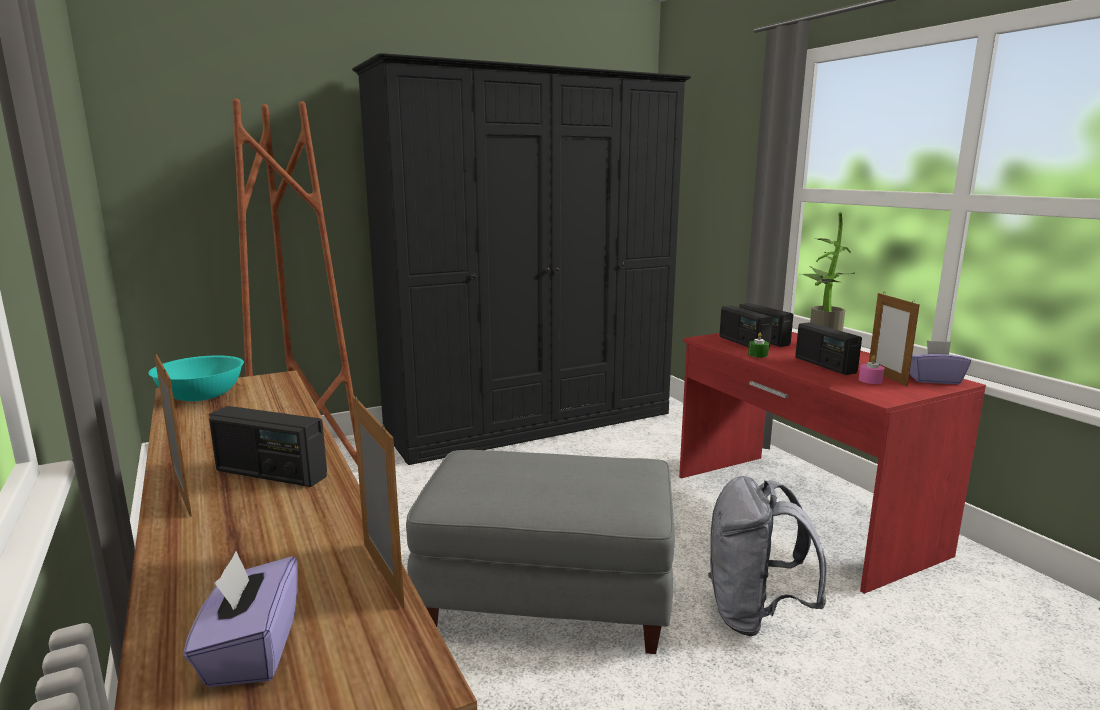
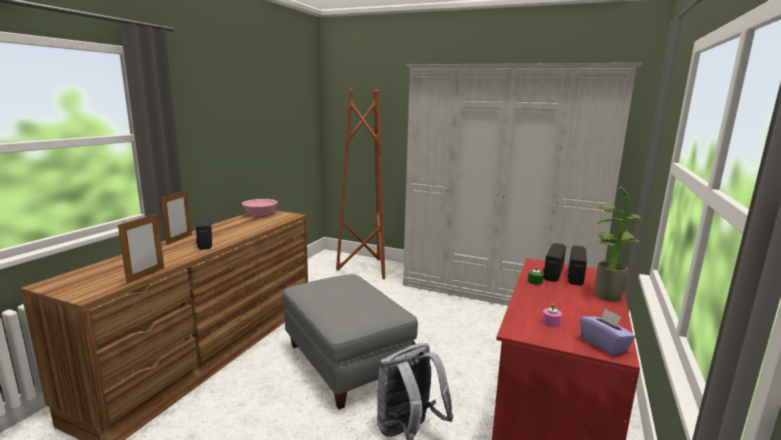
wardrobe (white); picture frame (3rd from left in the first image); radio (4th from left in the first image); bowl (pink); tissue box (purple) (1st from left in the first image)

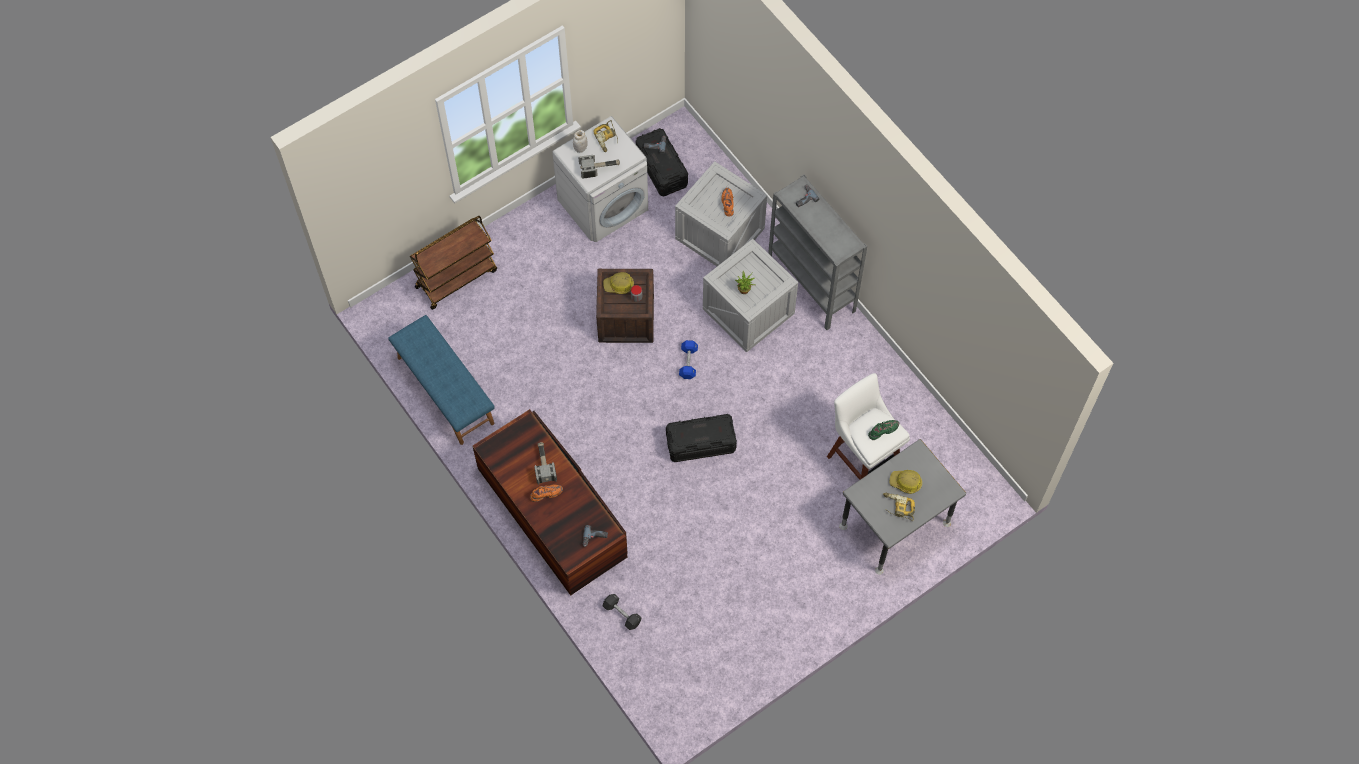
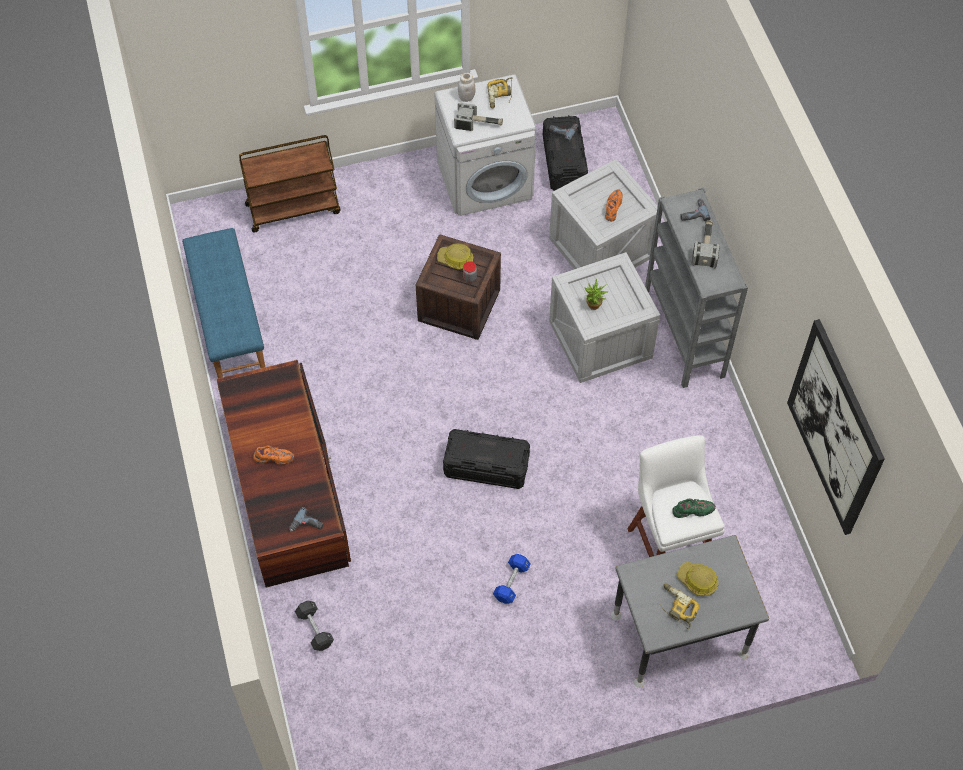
dumbbell (blue); hammer (2nd from left); picture

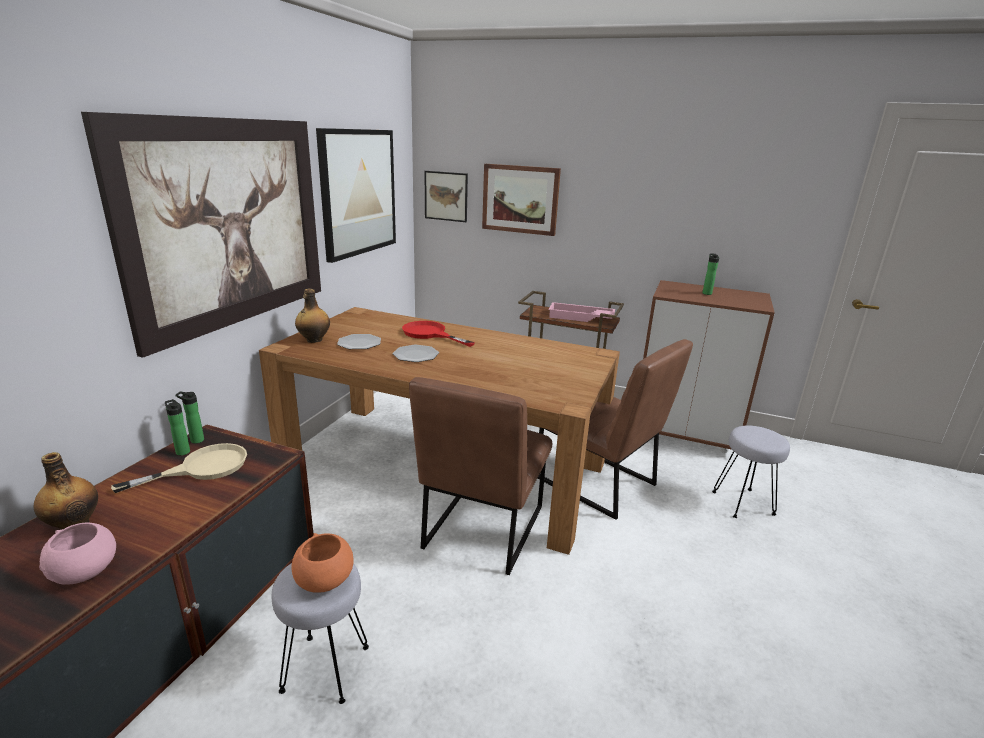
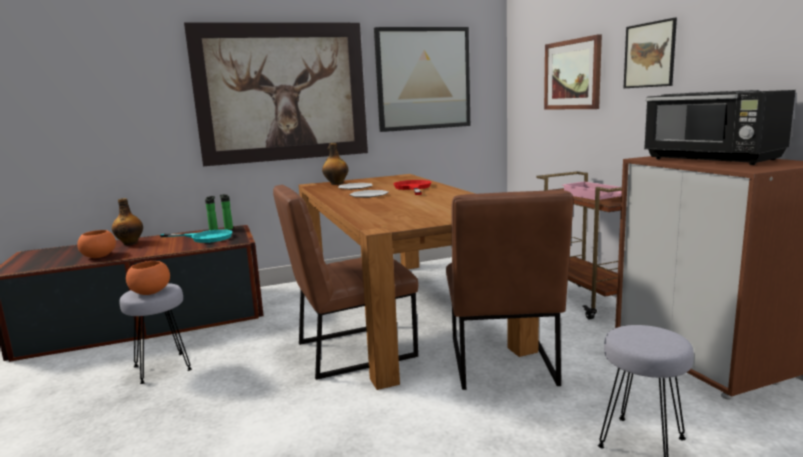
picture (4th from left); microwave (black); frying pan (turquoise); bowl (orange) (1st from left)

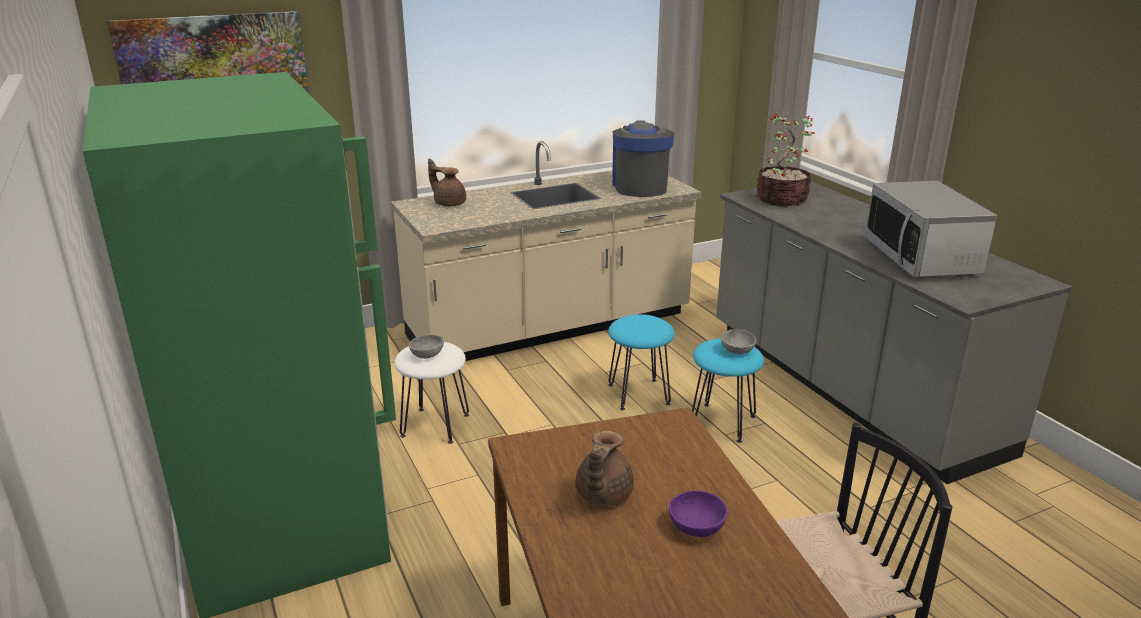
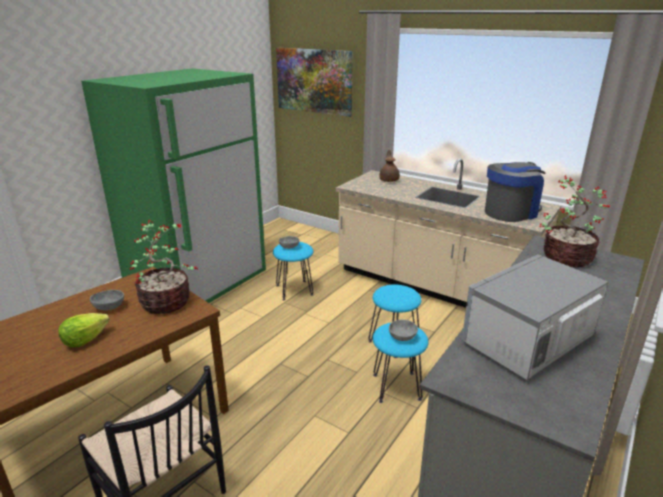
stool (turquoise) (1st from left); bowl (grey) (1st from left); lettuce; potted plant (1st from left)

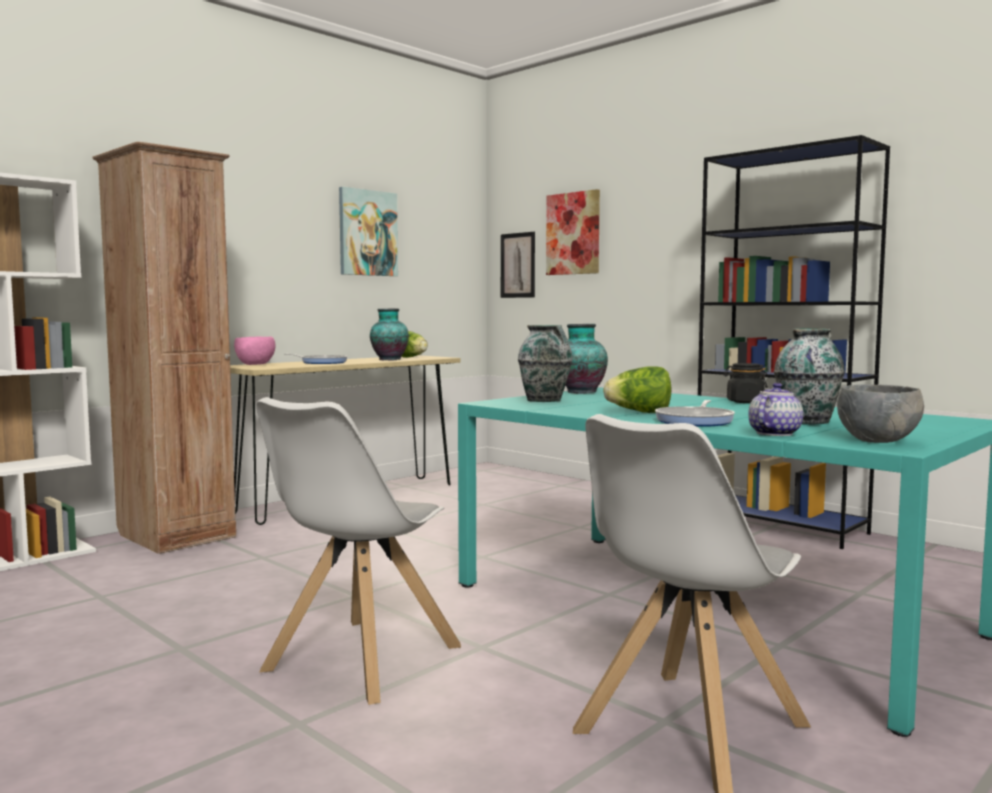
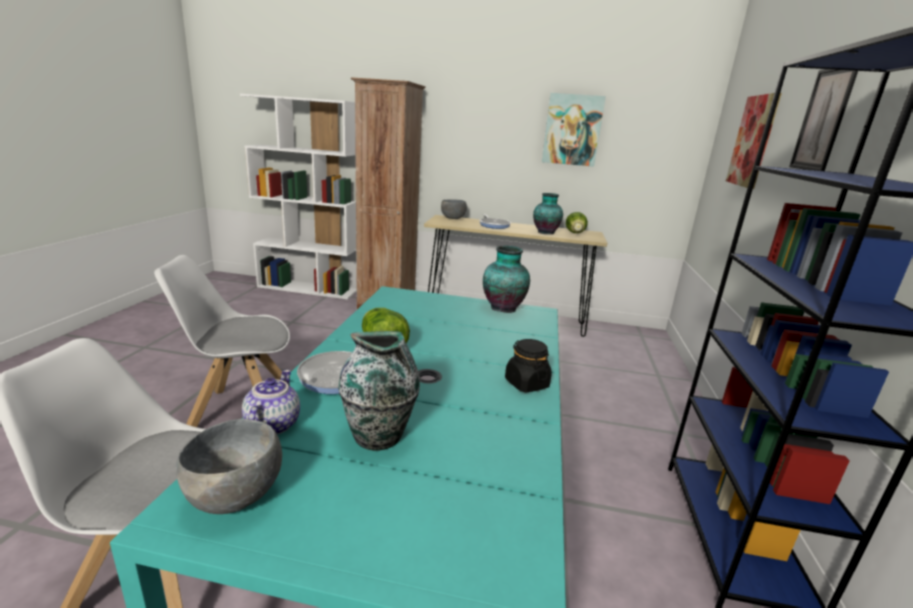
picture (3rd from left); vase (2nd from left in the first image); bowl (grey) (2nd from left); teapot

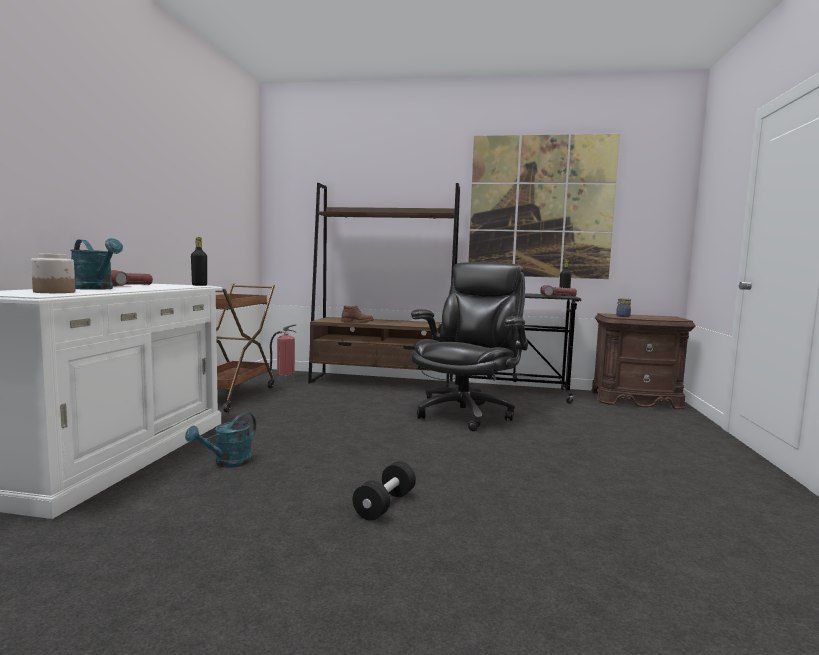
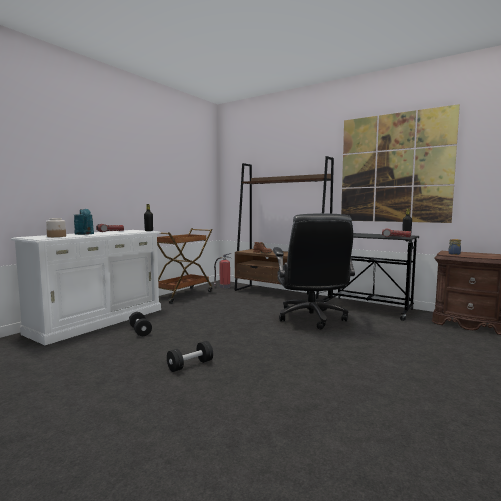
office chair (black); dumbbell (black) (1st from left)

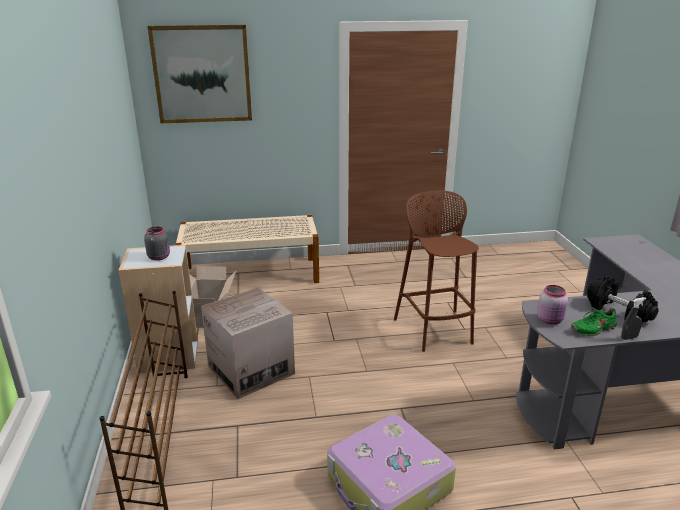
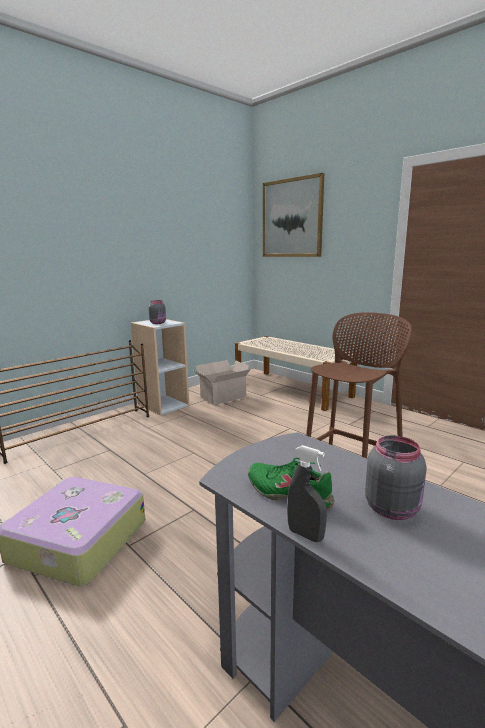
jar (grey) (2nd from left); jar (pink); cardboard box (2nd from left in the first image)

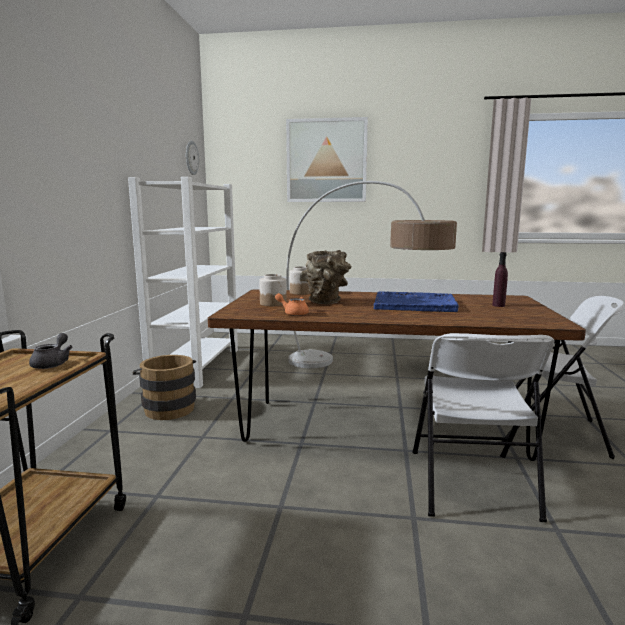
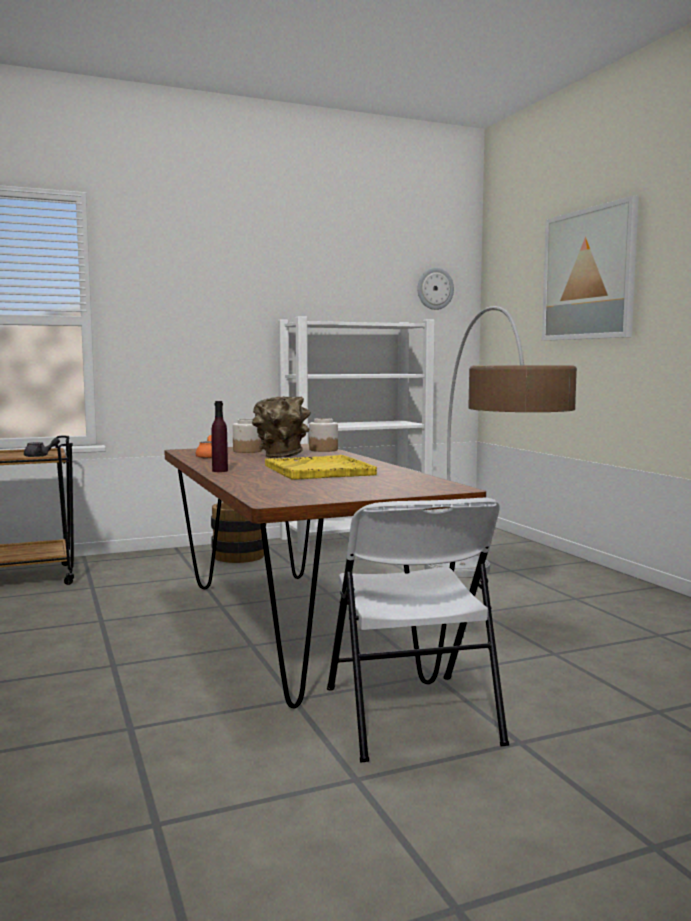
bottle (purple); tray (yellow); chair (white) (1st from left in the first image)

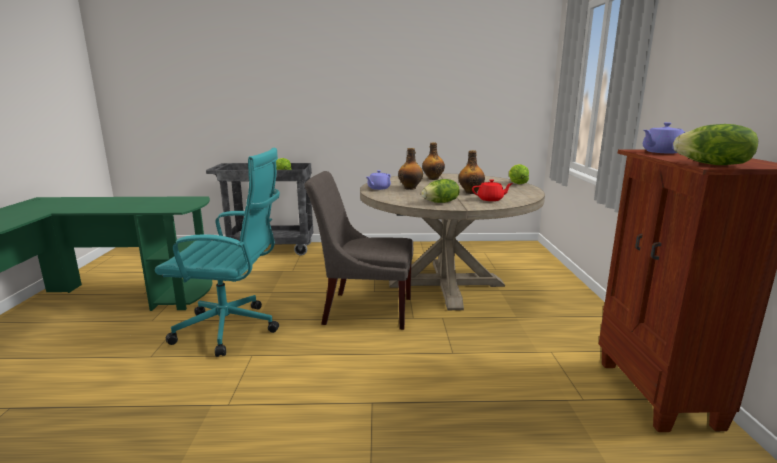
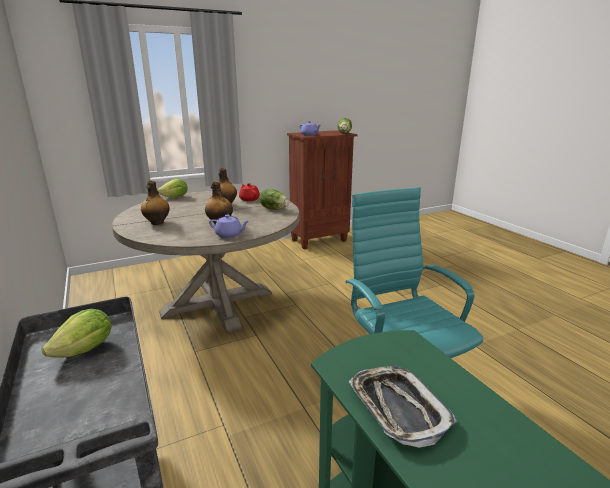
chair (grey); tray

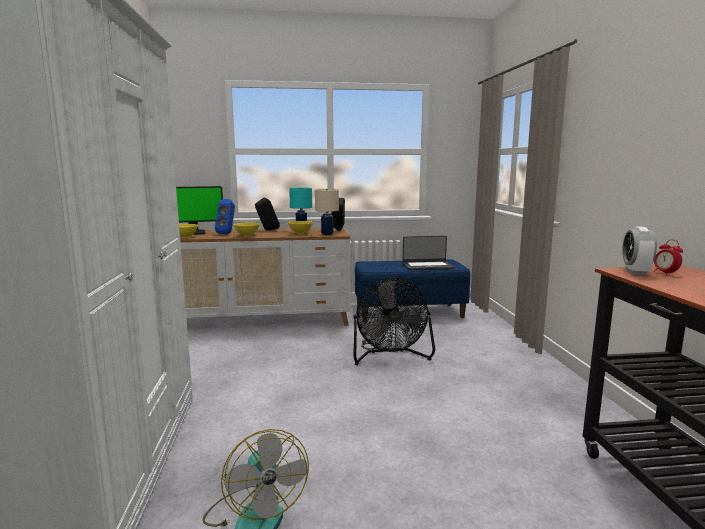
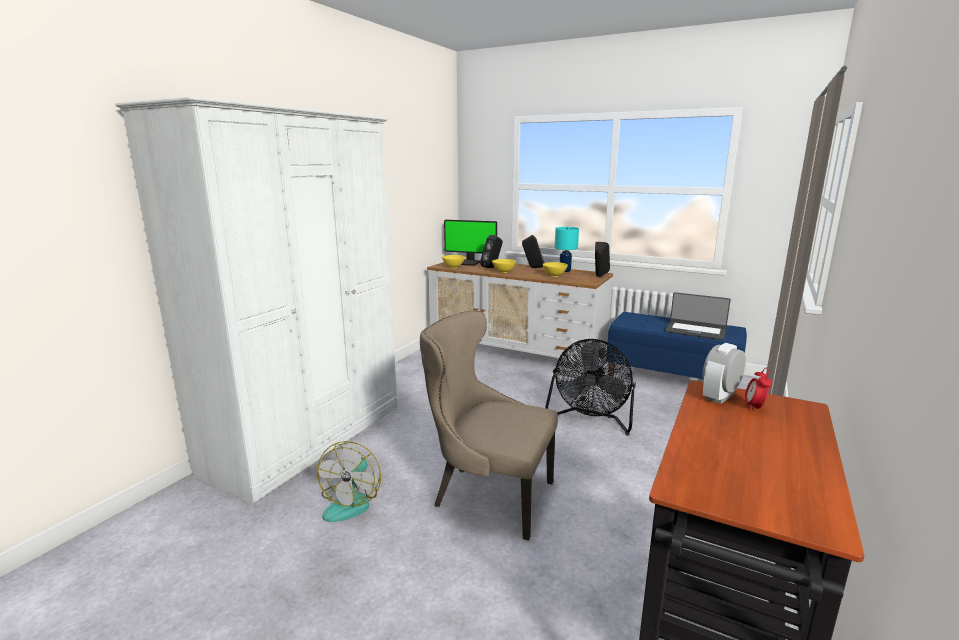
table lamp (beige); speaker (black) (1st from left); chair (beige)

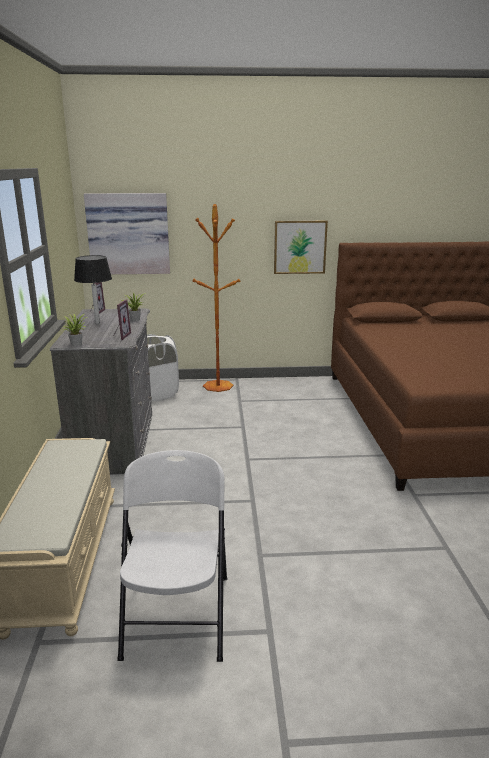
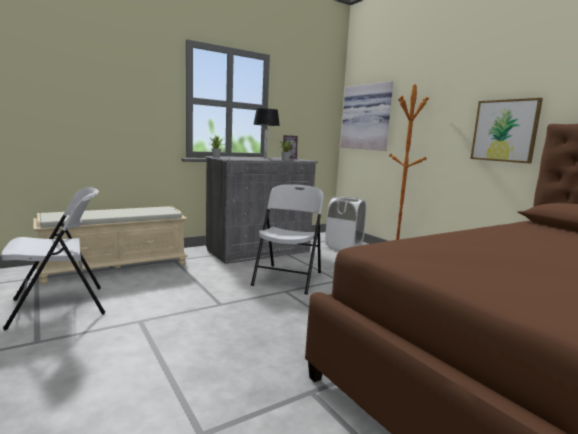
picture frame (2nd from left in the first image); chair (white) (2nd from left)

